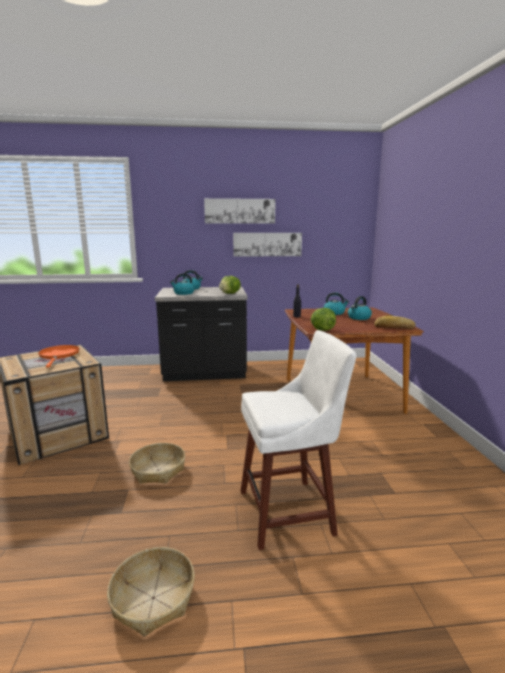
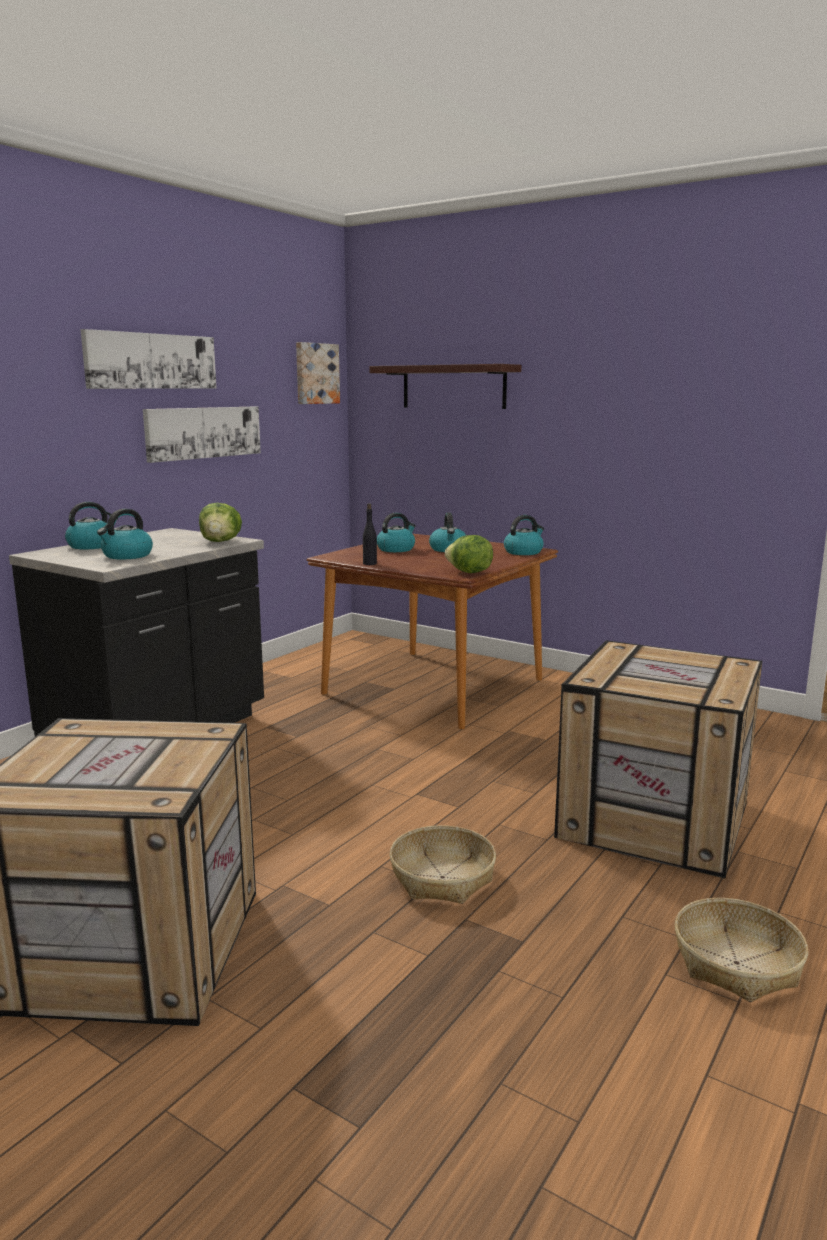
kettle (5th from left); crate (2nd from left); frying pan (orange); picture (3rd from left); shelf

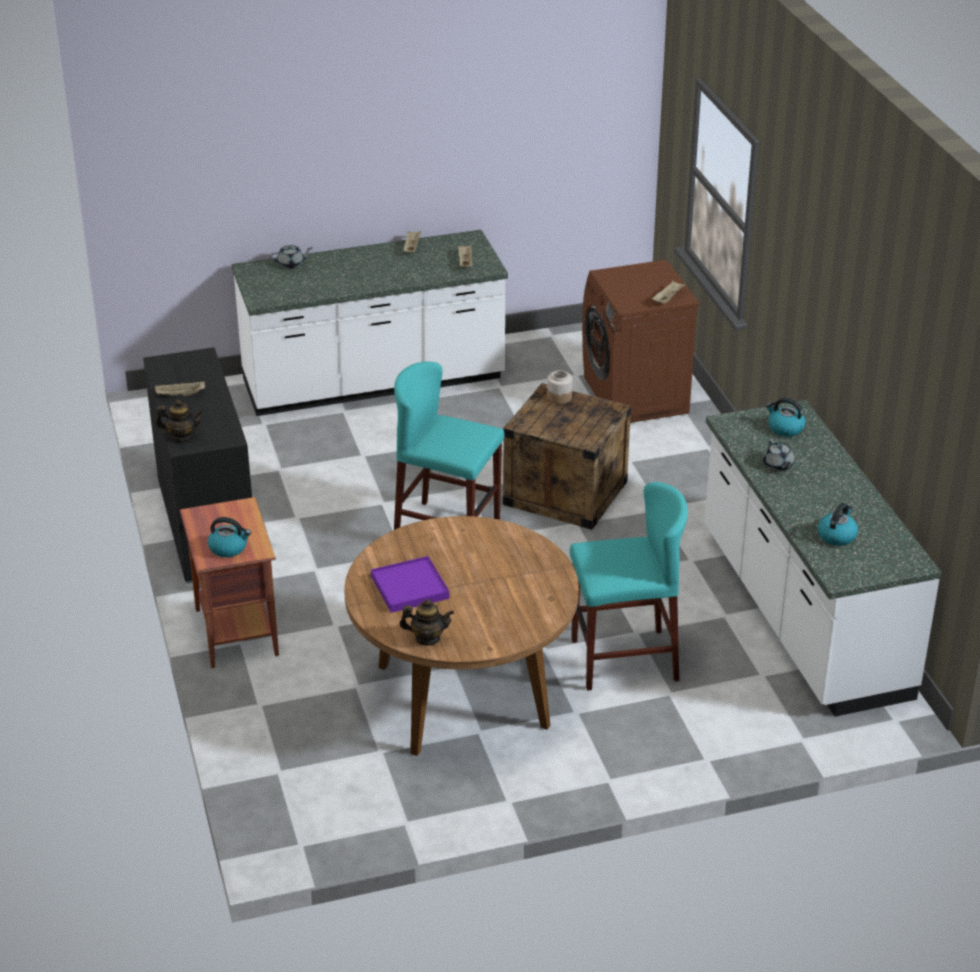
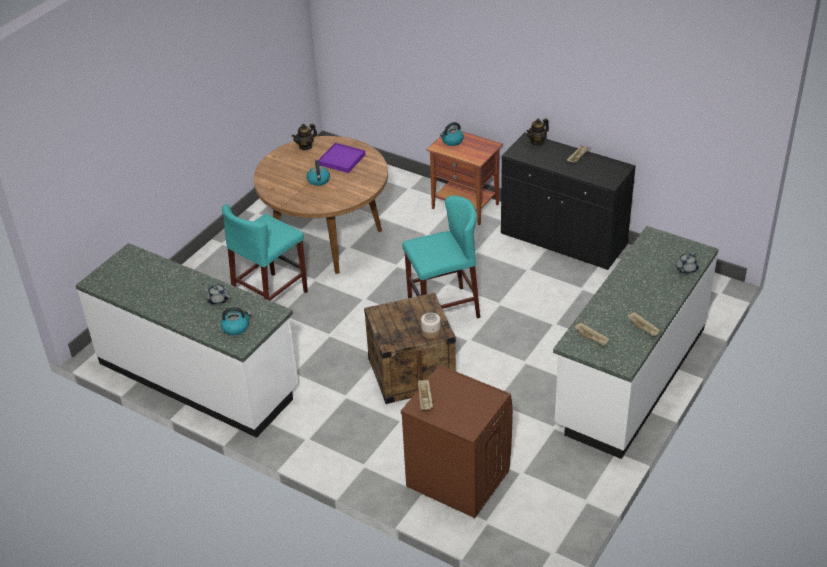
kettle (2nd from left)

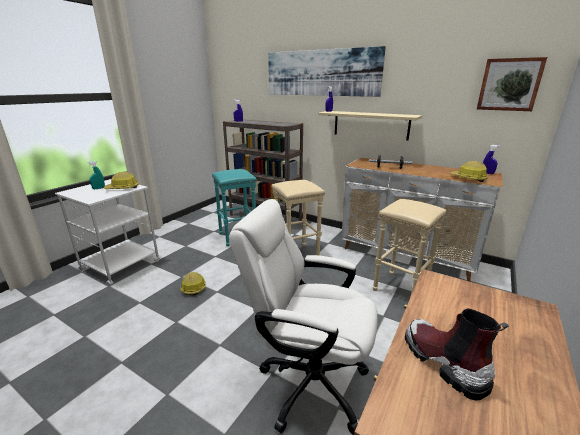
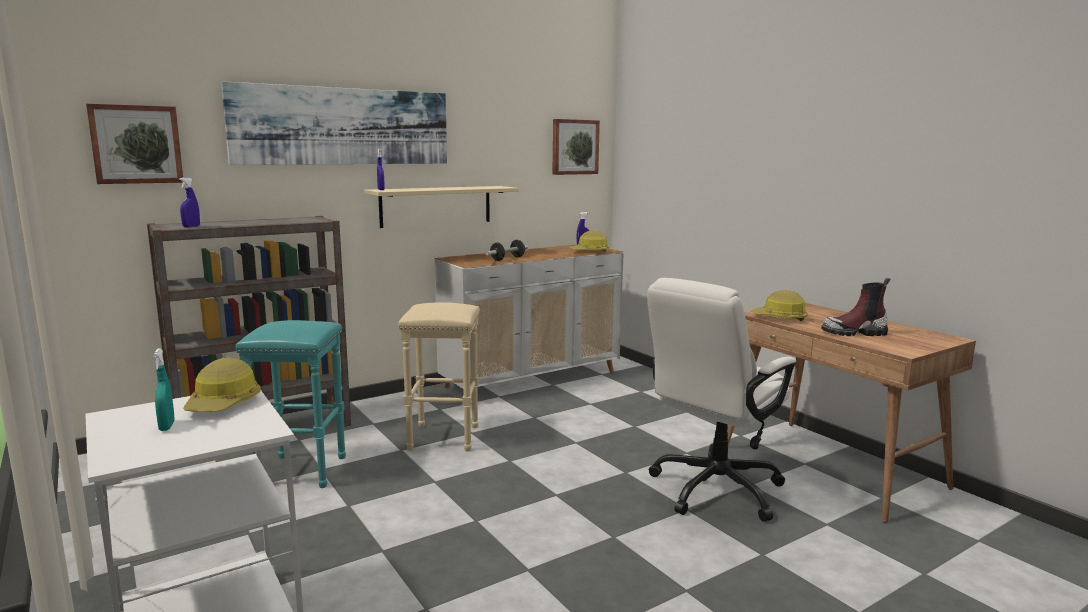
stool (beige) (2nd from left in the first image); hard hat (3rd from left); picture (1st from left)

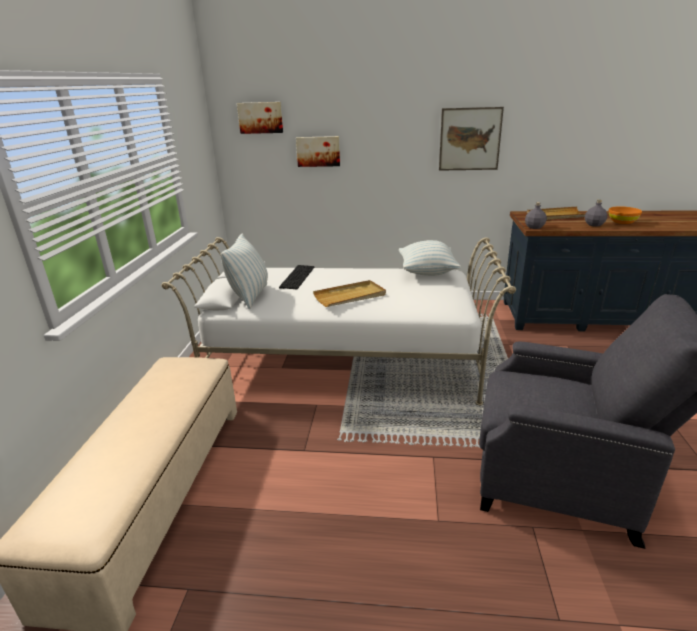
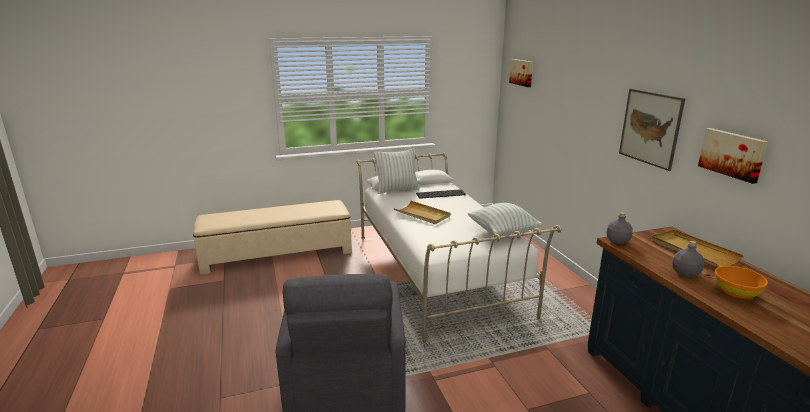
picture (3rd from left)

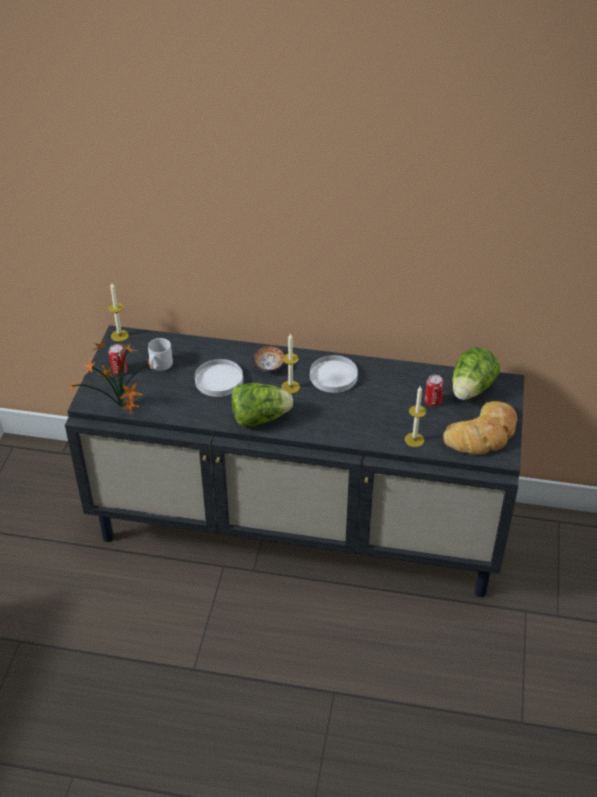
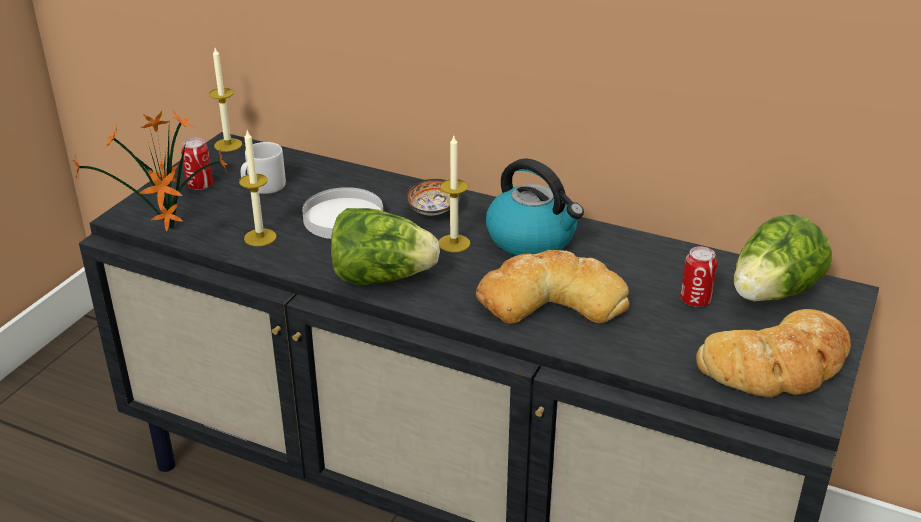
kettle; candle (2nd from left); bread (1st from left)

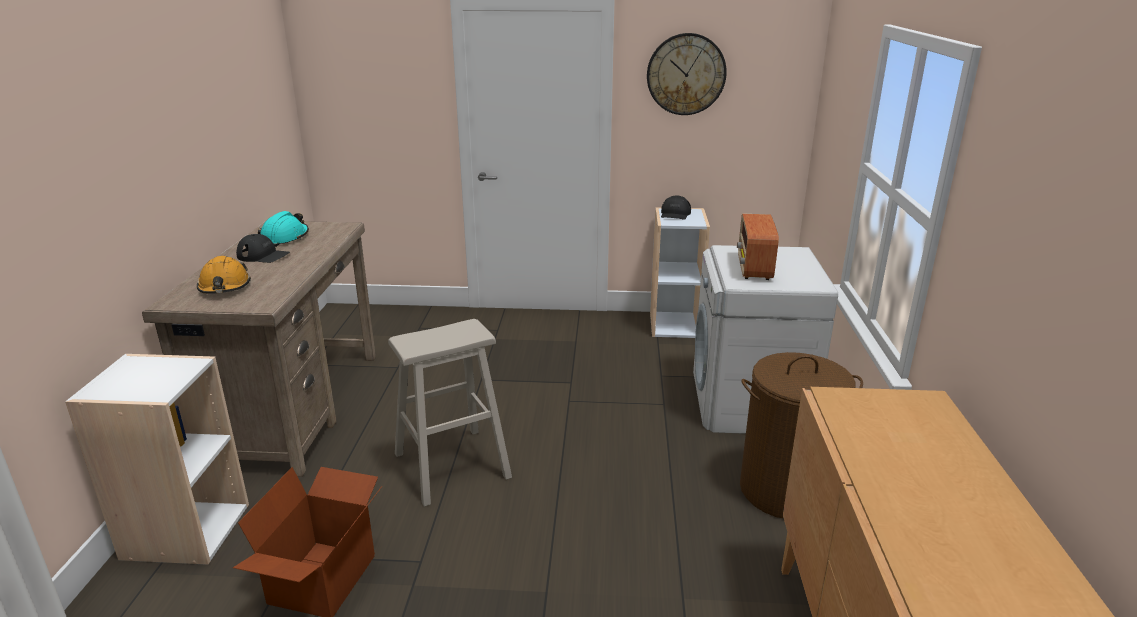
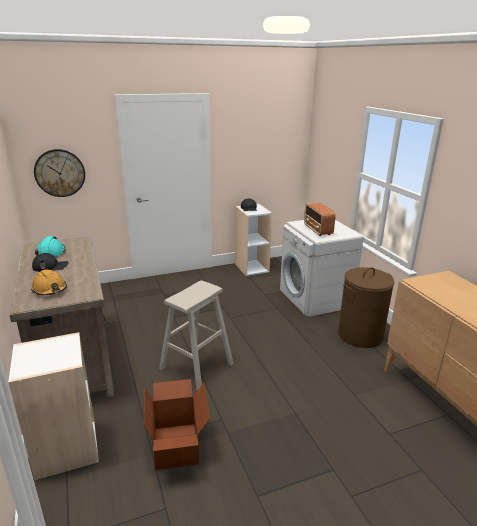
wall clock

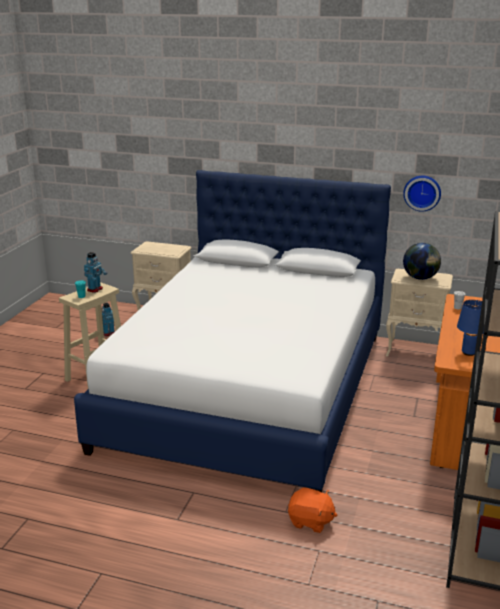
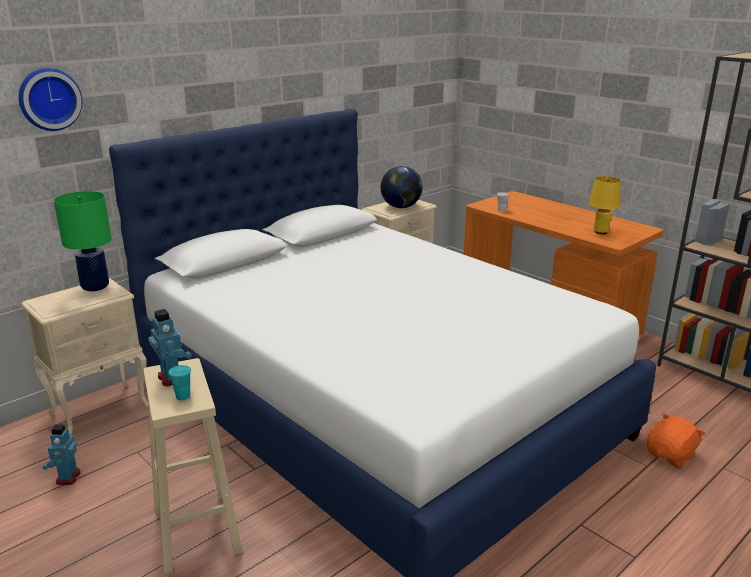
wall clock; table lamp (yellow); table lamp (green)

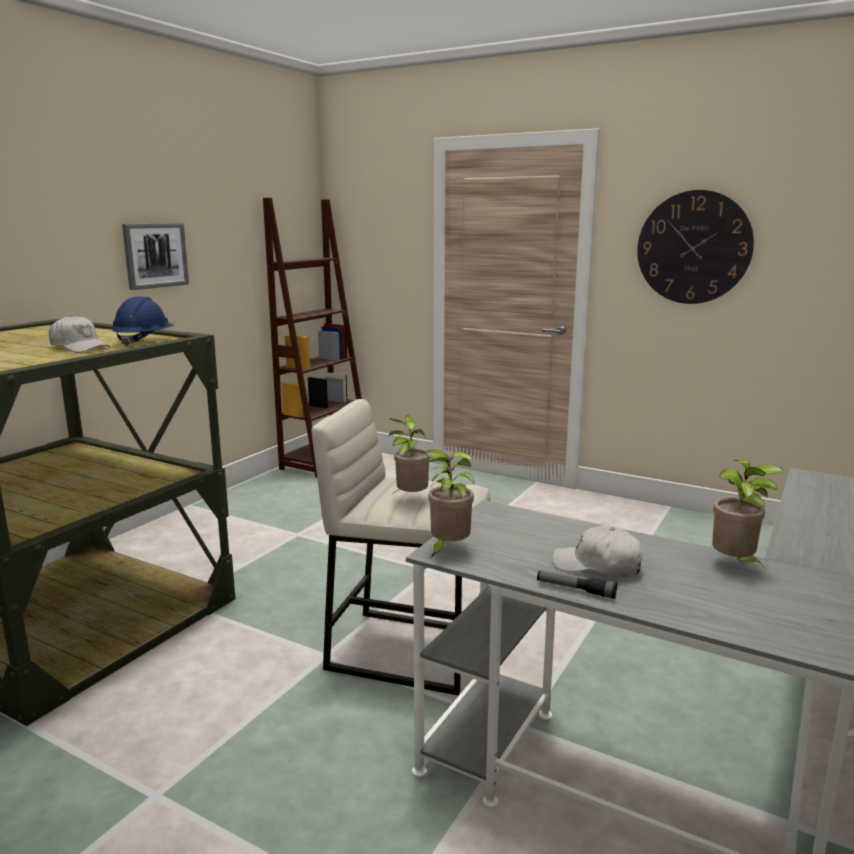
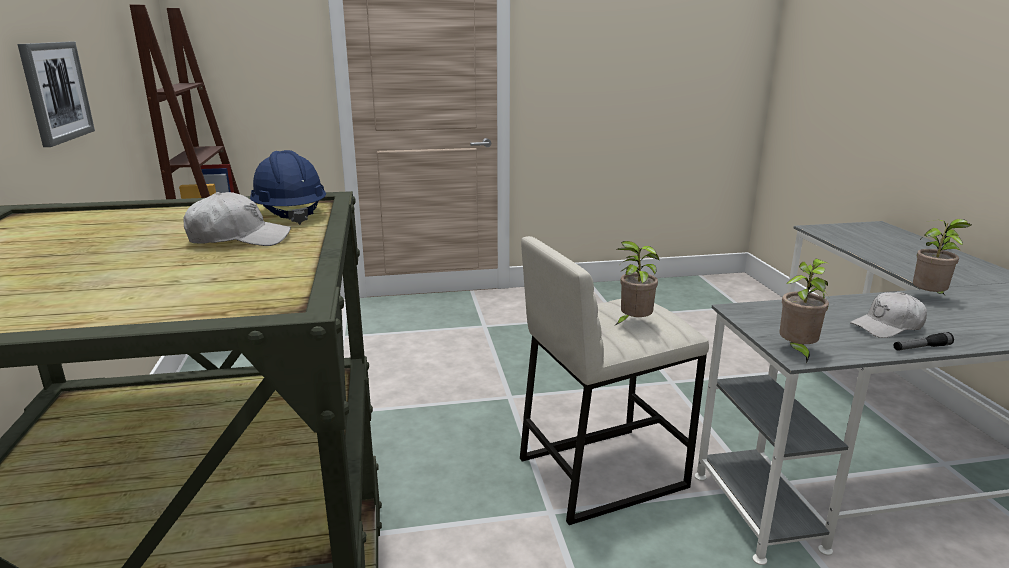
wall clock

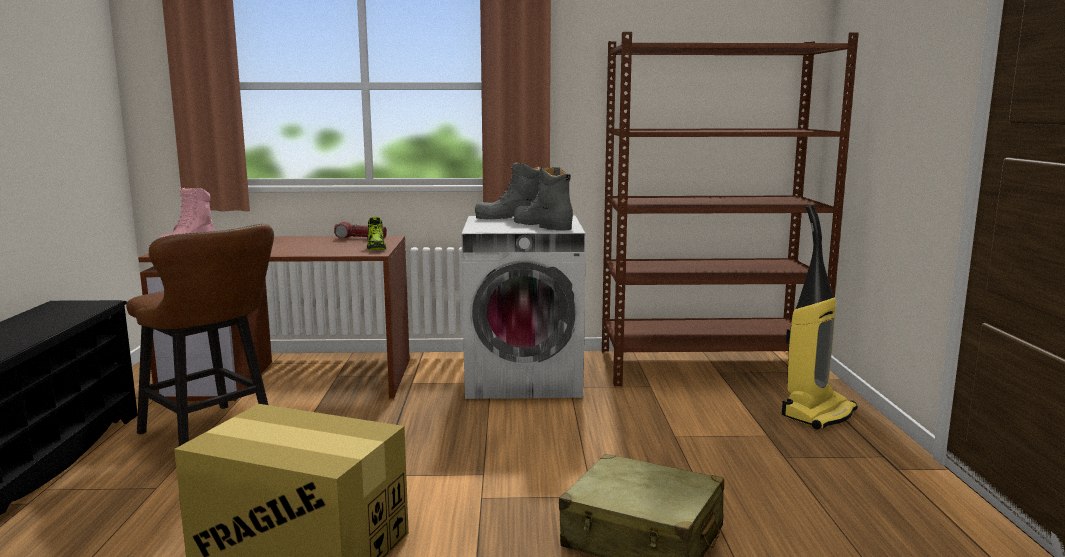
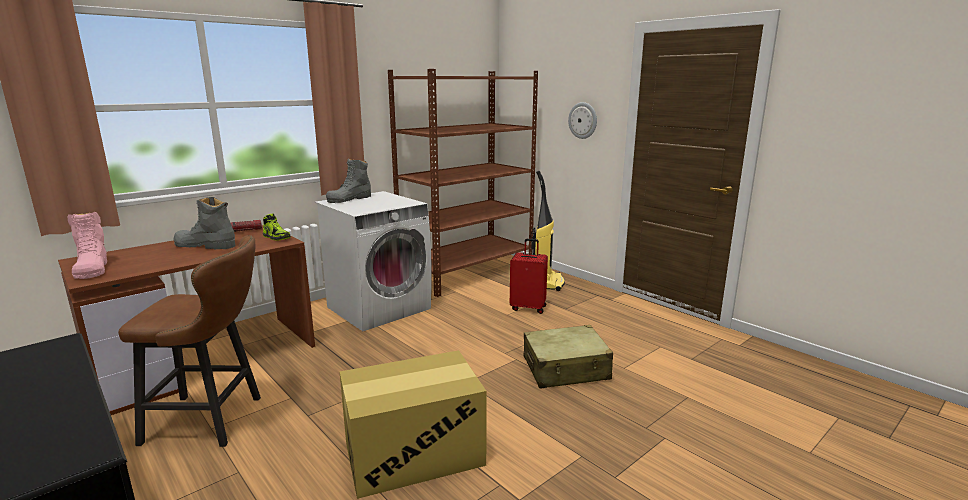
boot (grey) (1st from left); wall clock; suitcase (red)

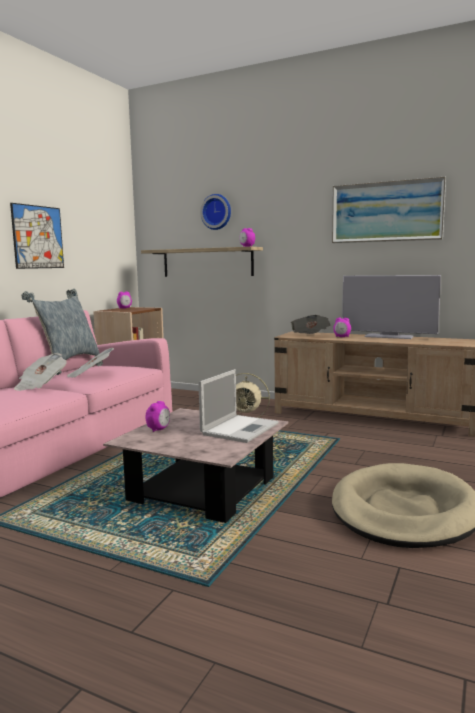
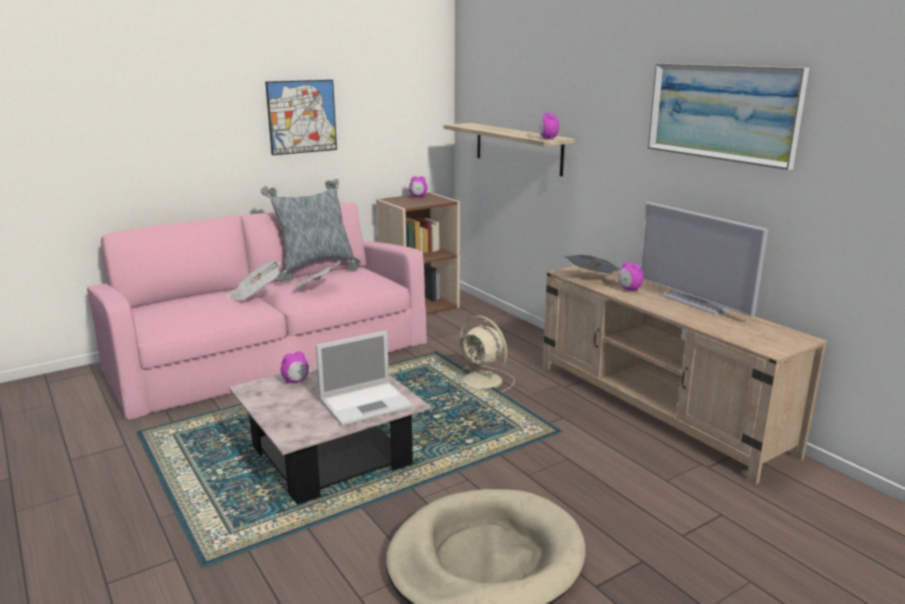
wall clock

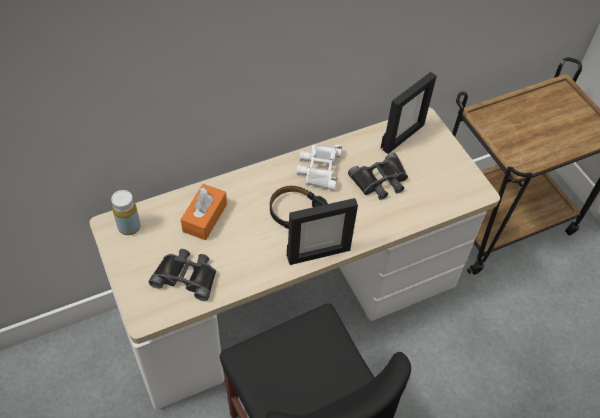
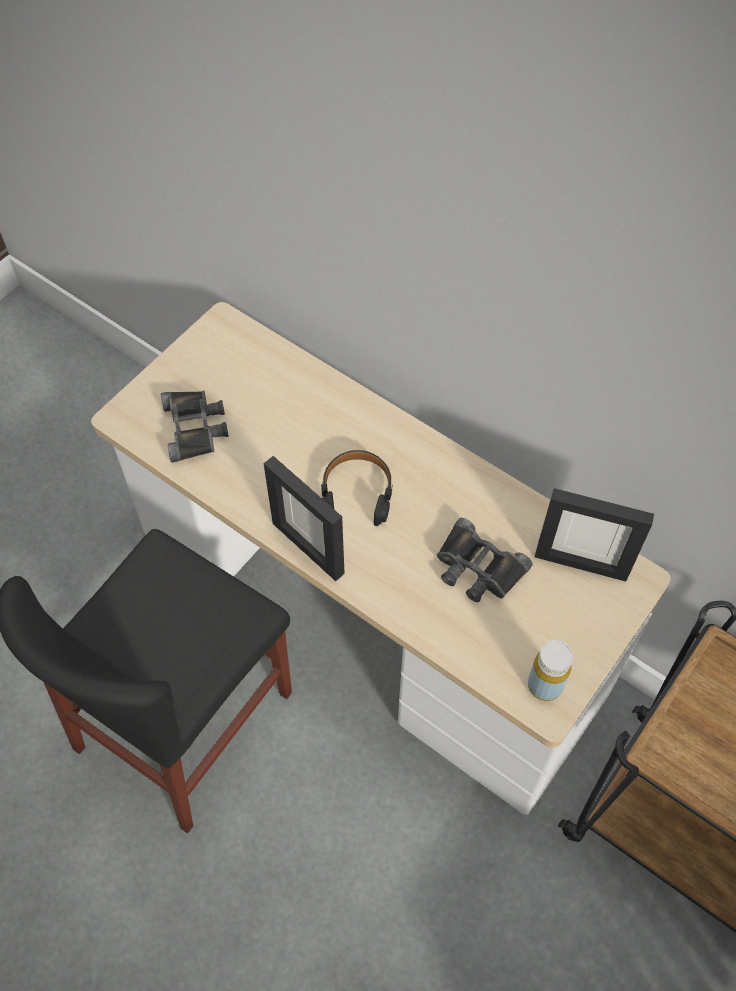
binoculars (white); tissue box (orange); bottle (yellow)

